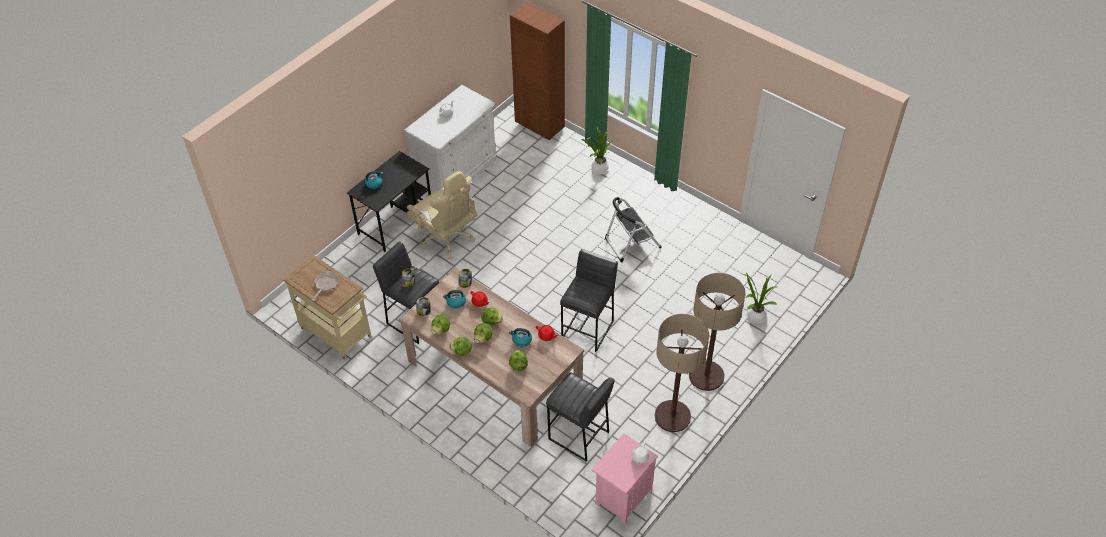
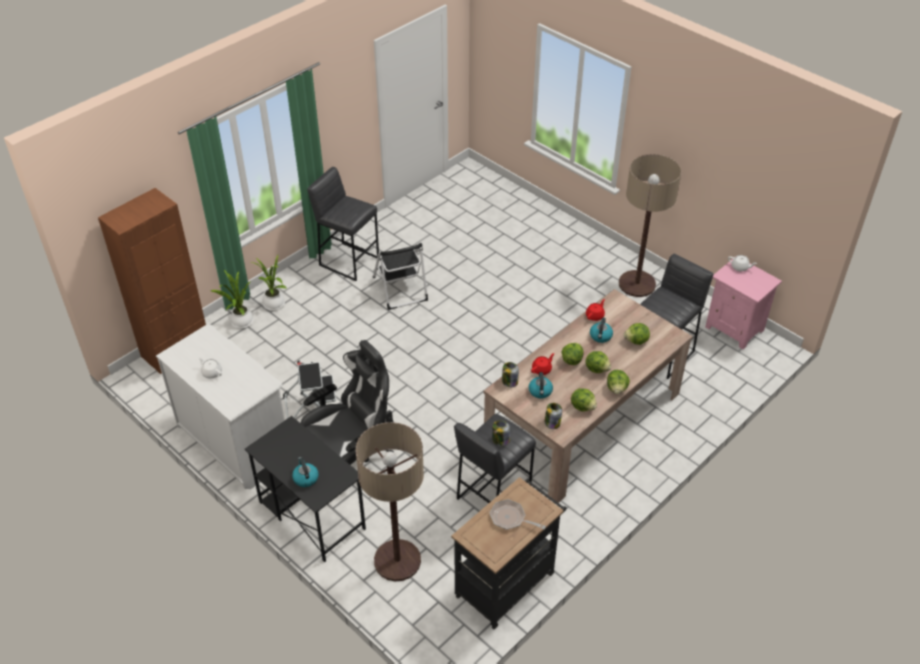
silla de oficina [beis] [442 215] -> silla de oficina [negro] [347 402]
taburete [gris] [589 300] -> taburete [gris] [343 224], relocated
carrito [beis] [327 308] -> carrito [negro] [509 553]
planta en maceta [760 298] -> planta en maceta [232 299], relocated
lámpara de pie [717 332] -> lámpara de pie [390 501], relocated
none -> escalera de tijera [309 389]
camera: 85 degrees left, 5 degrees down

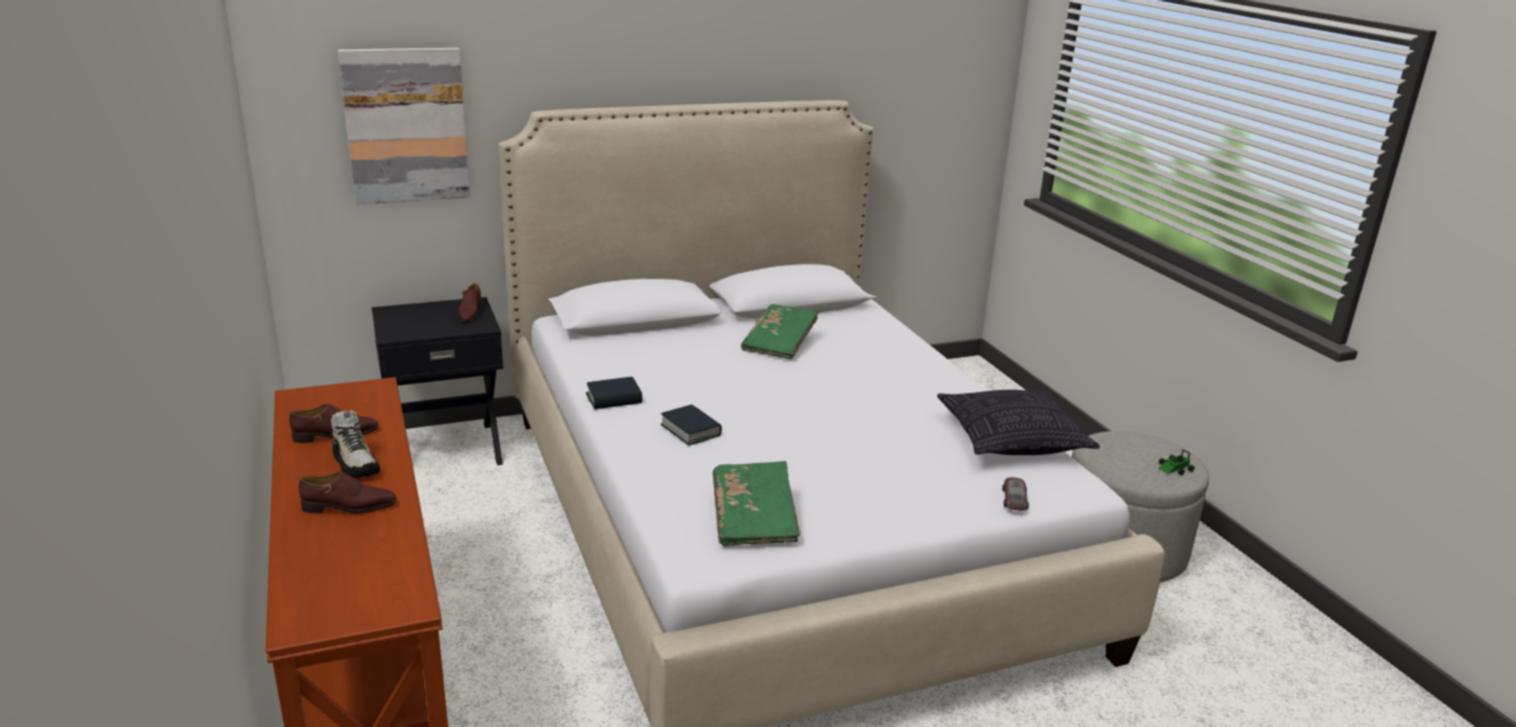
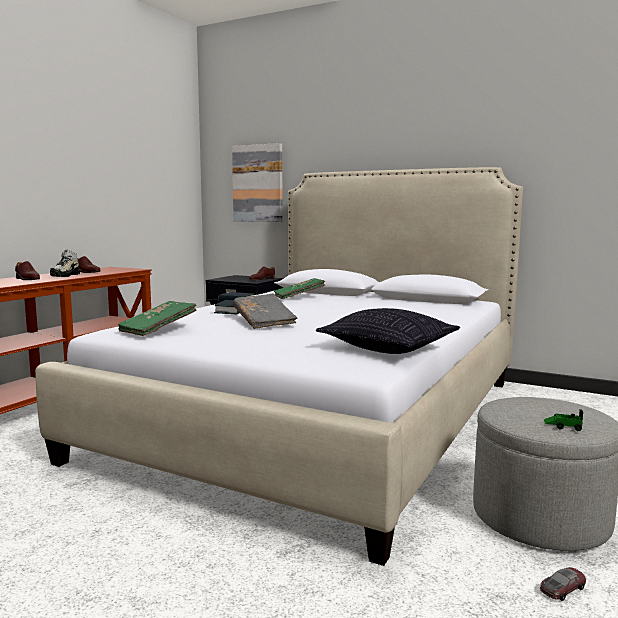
libro [verde] [780 332] -> libro [verde] [299 288], relocated
coche de juguete [1015 494] -> coche de juguete [563 584], relocated
none -> libro [gris] [265 311]
camera: 50 degrees right, 15 degrees down

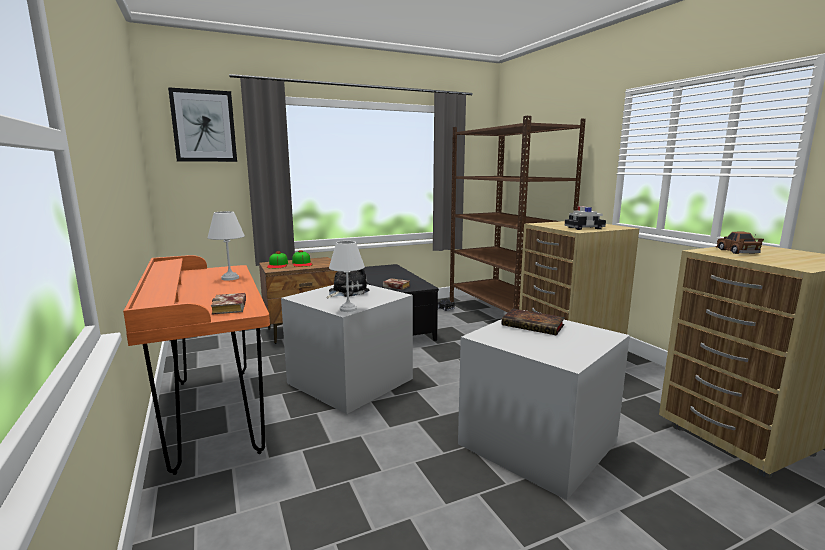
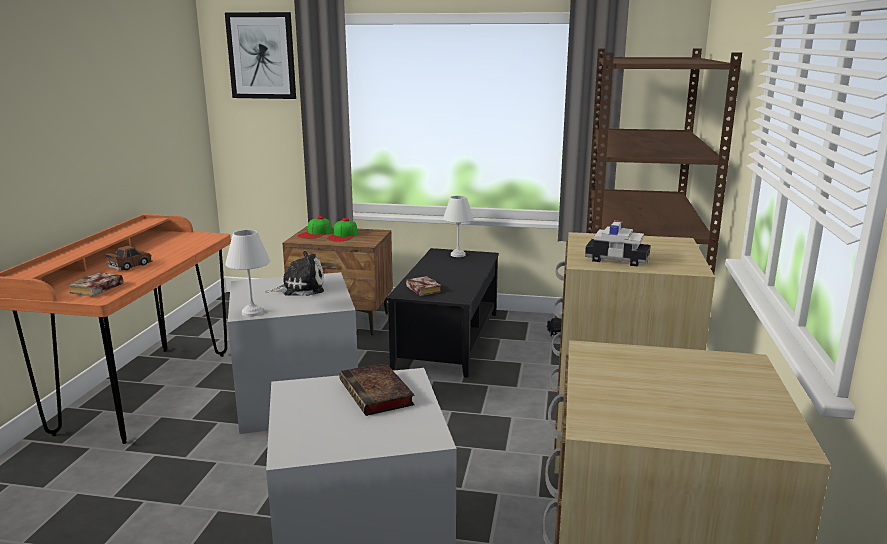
lámpara de mesa [blanco] [226 246] -> lámpara de mesa [blanco] [458 226], relocated
coche de juguete [marrón] [740 243] -> coche de juguete [marrón] [128 258], relocated
camera: 35 degrees right, 5 degrees up

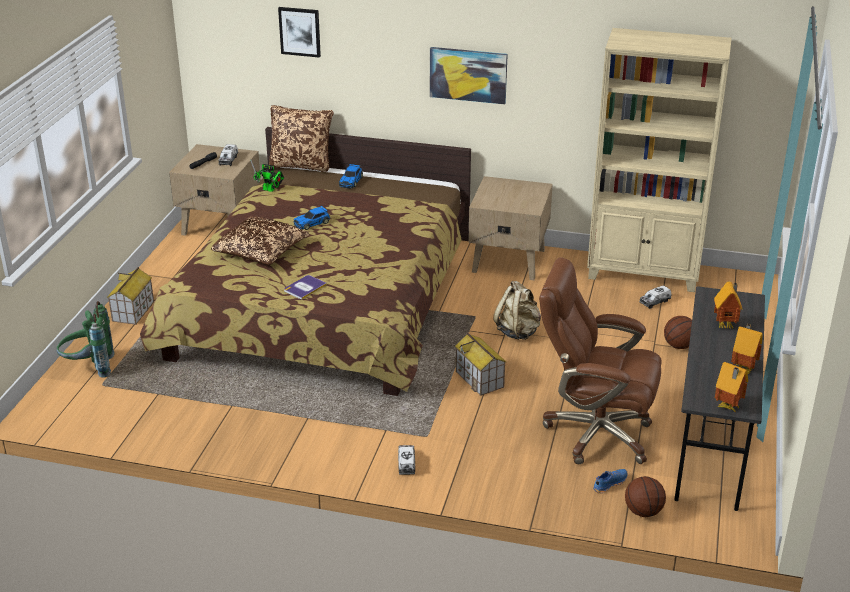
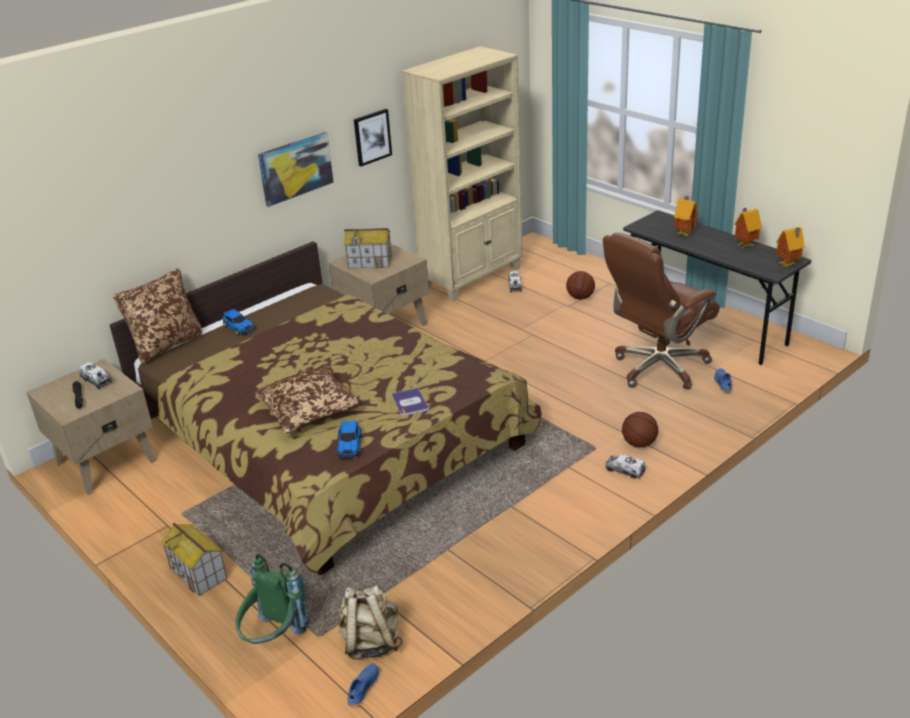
cuadro [299 32] -> cuadro [373 137], relocated
robot de juguete [267 175] -> none
coche de juguete [311 218] -> coche de juguete [349 439], relocated
mochila [beis] [517 310] -> mochila [beis] [371 622], relocated
casita [480 364] -> casita [368 248], relocated
balón de baloncesto [645 496] -> balón de baloncesto [640 430], relocated
none -> zapato [azul] [363 685]
camera: 55 degrees left, 0 degrees up

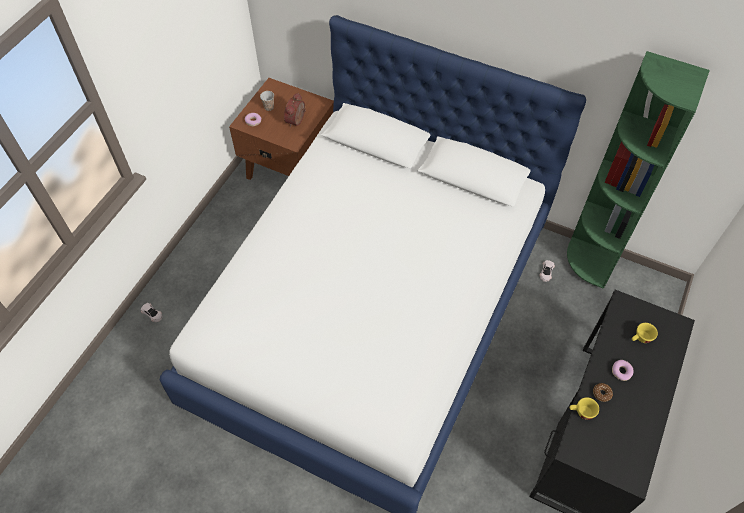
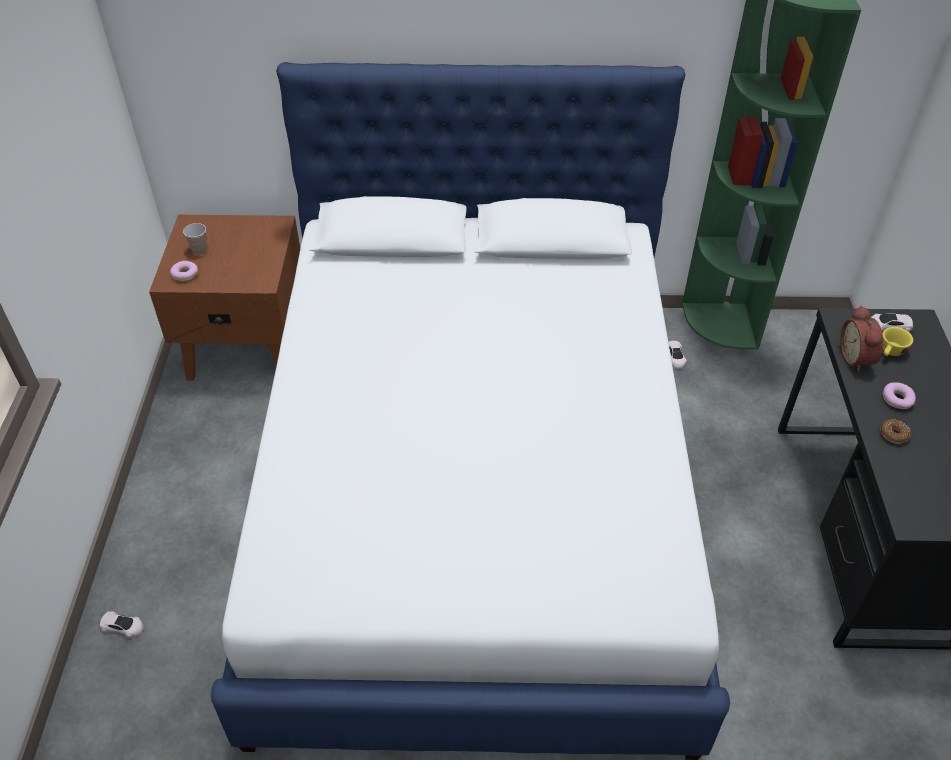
despertador [295 110] -> despertador [861 339], relocated
taza [amarillo] [584 408] -> none
none -> coche de juguete [blanco] [892 322]
camera: 25 degrees left, 10 degrees down

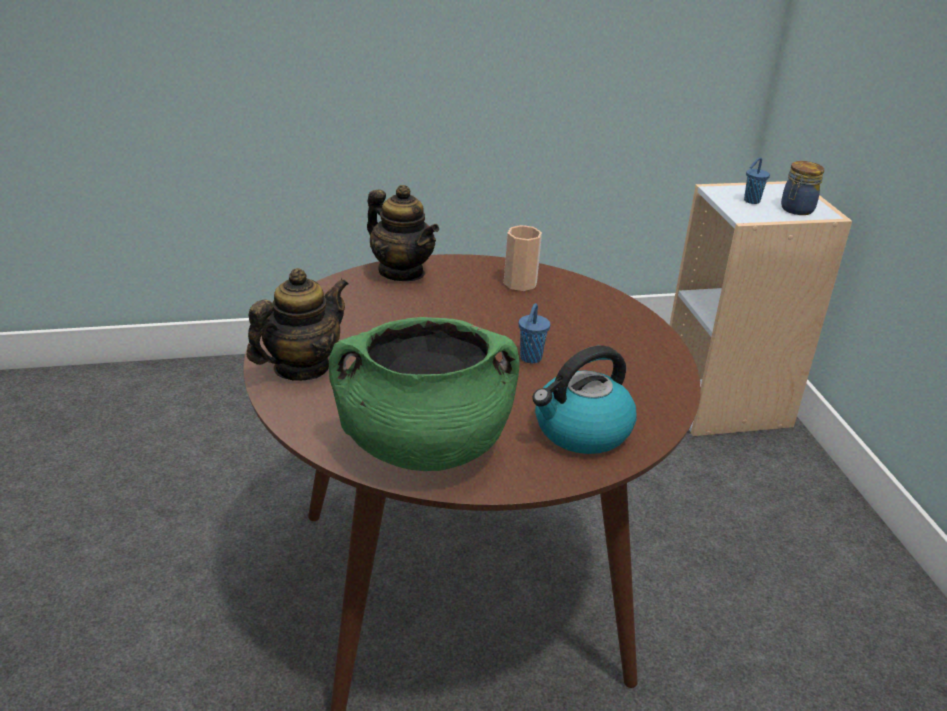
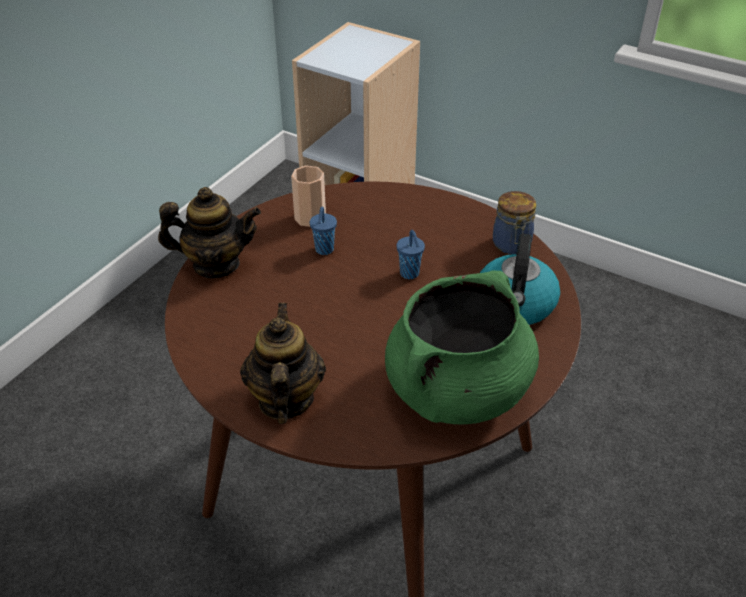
taza [azul] [757 180] -> taza [azul] [323 230], relocated
tarro [802 188] -> tarro [514 222], relocated
camera: 45 degrees left, 10 degrees up

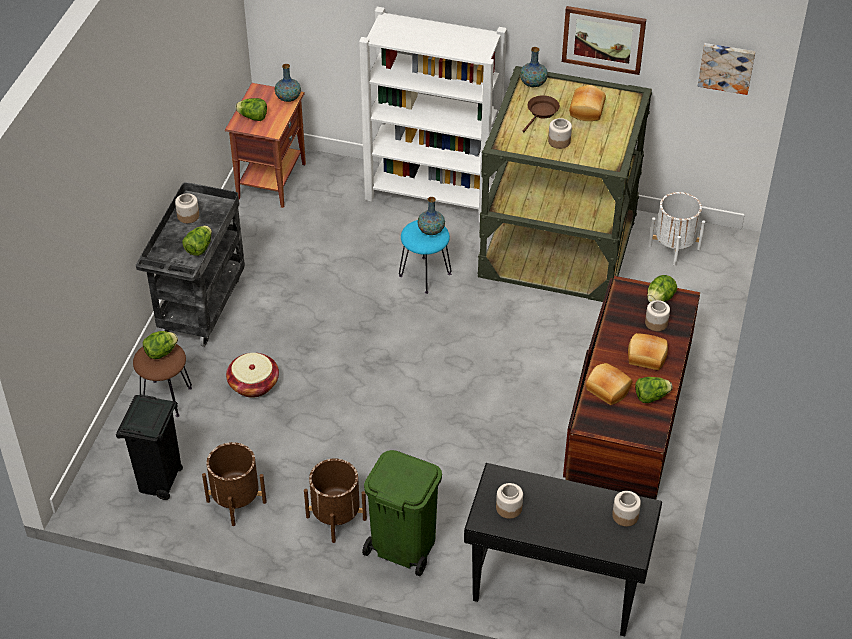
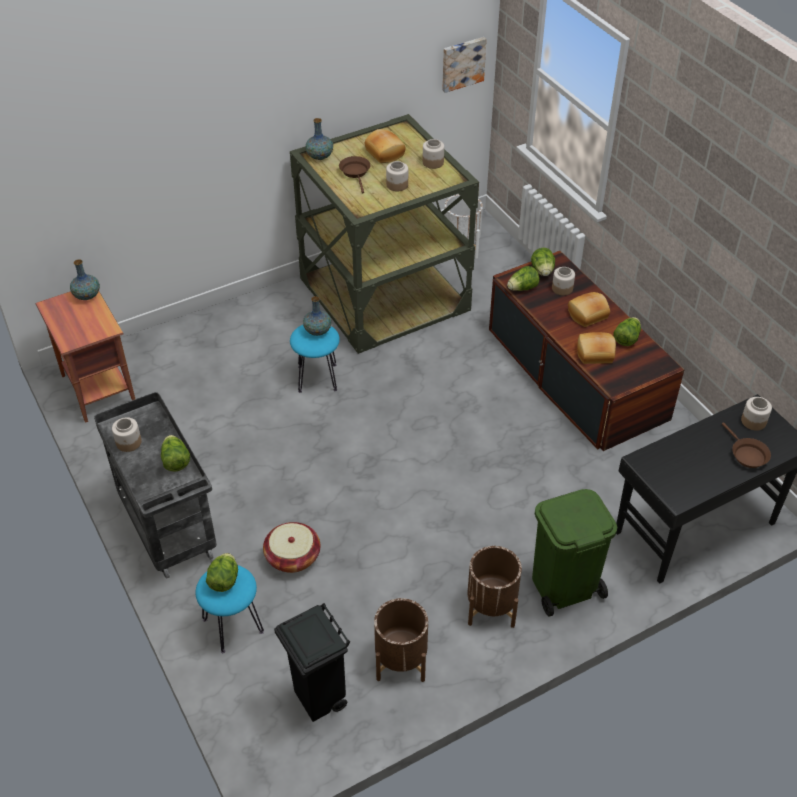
cuadro [604 40] -> none
estantería [blanco] [433 114] -> none
lechuga [251 109] -> lechuga [523 278], relocated
taburete [marrón] [162 380] -> taburete [turquesa] [230 609]
tarro [509 501] -> tarro [433 154], relocated
none -> sartén [marrón] [746 445]
camera: 45 degrees left, 0 degrees up

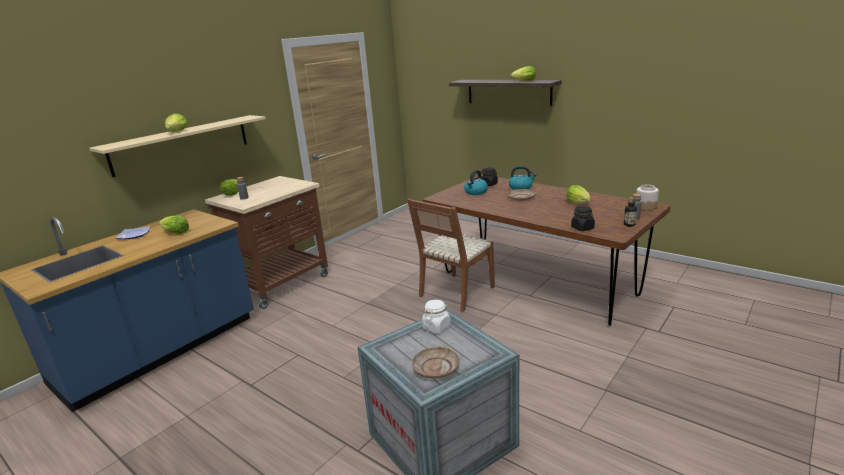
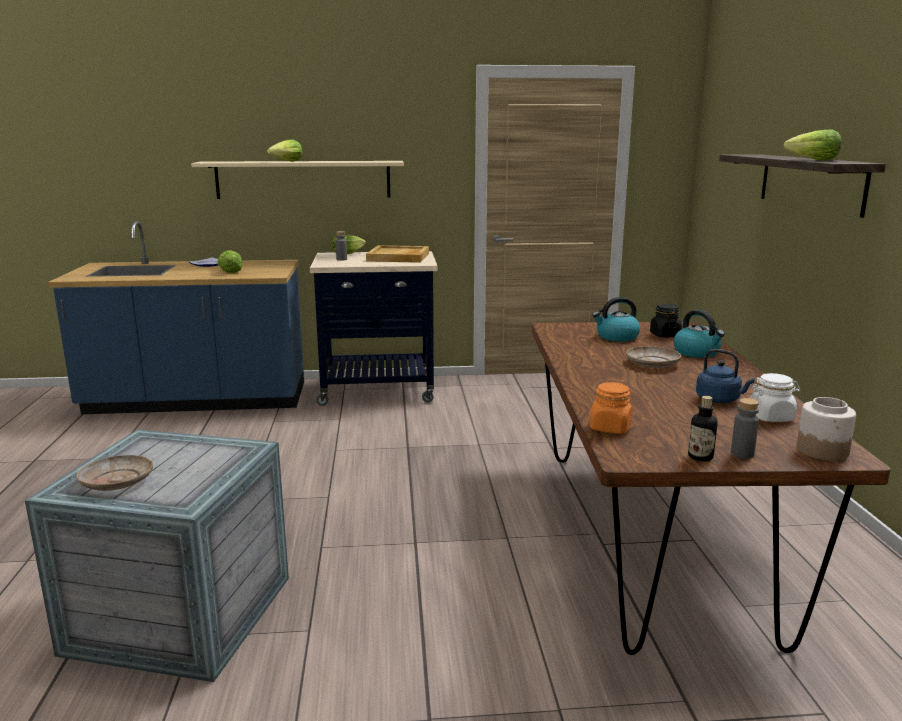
carrito [marrón] [266 242] -> carrito [azul] [374 328]
lechuga [579 194] -> hervidor [azul] [725 376]
silla [451 255] -> none
tarro [negro] [583 218] -> tarro [naranja] [611 408]
tarro [blanco] [436 317] -> tarro [blanco] [775 397], relocated
none -> bandeja [beis] [397 254]
camera: 45 degrees right, 5 degrees down

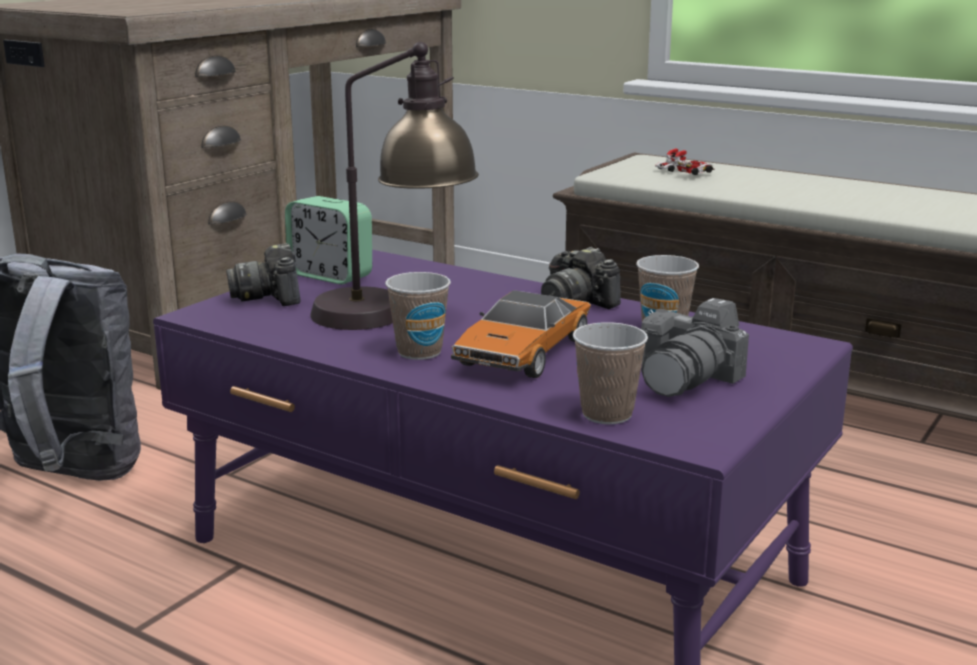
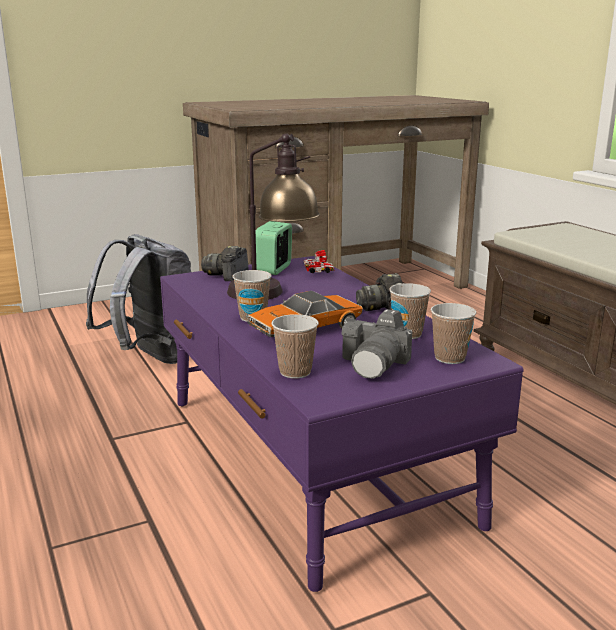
coche de juguete [685 161] -> coche de juguete [319 261], relocated
despertador [328 240] -> despertador [274 248], 45 degrees clockwise
cámara [695 347] -> cámara [377 344], 45 degrees counterclockwise
none -> taza [453 333]
camera: 30 degrees right, 0 degrees up

